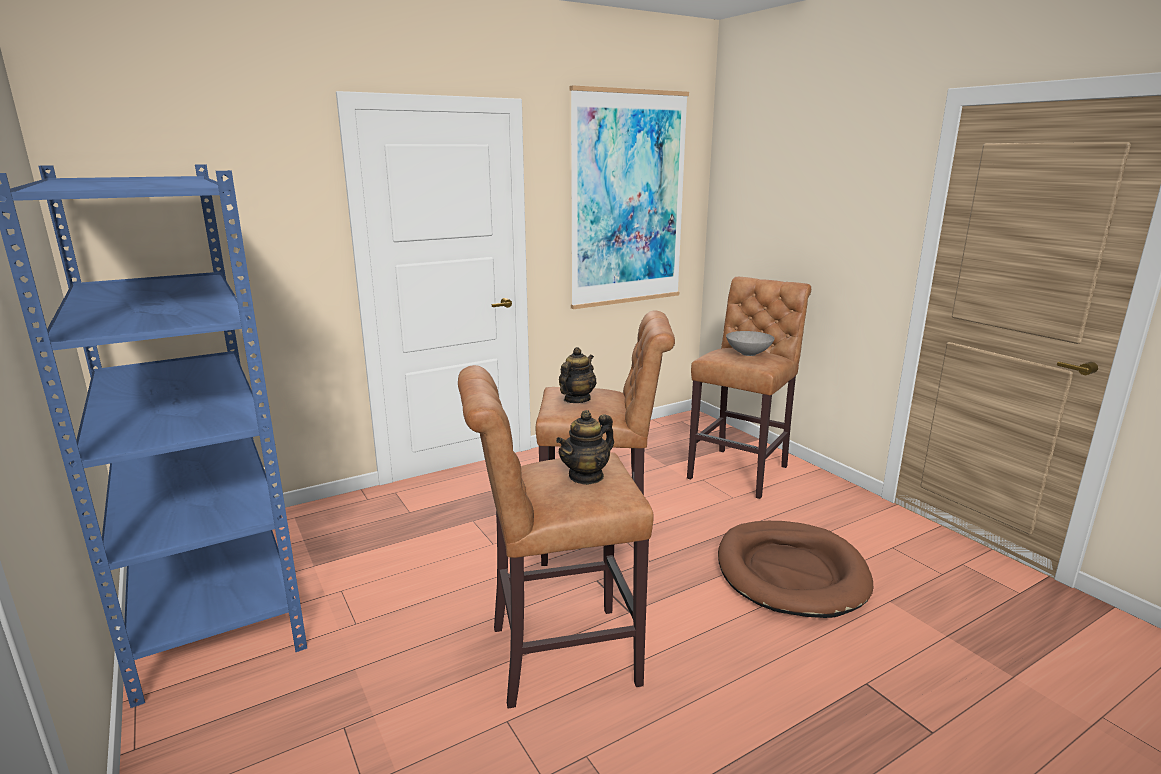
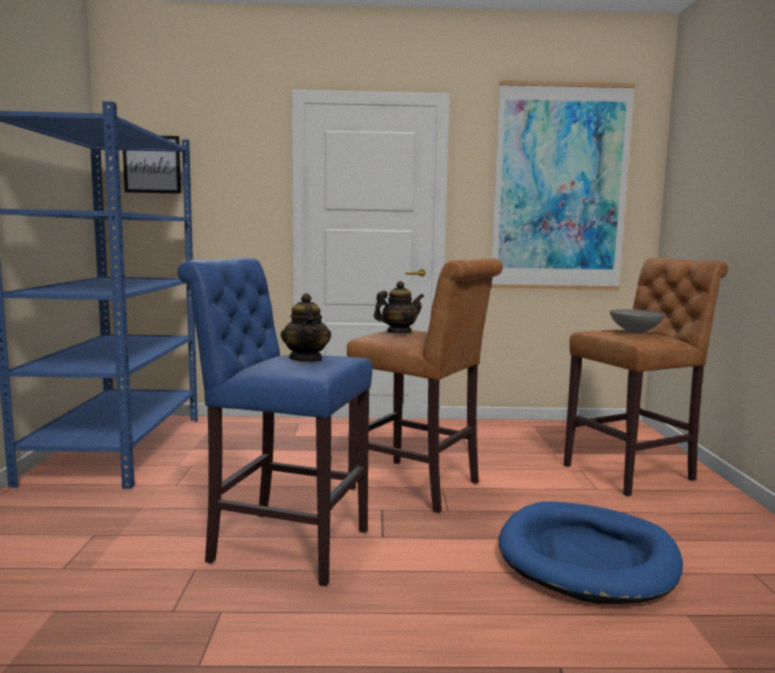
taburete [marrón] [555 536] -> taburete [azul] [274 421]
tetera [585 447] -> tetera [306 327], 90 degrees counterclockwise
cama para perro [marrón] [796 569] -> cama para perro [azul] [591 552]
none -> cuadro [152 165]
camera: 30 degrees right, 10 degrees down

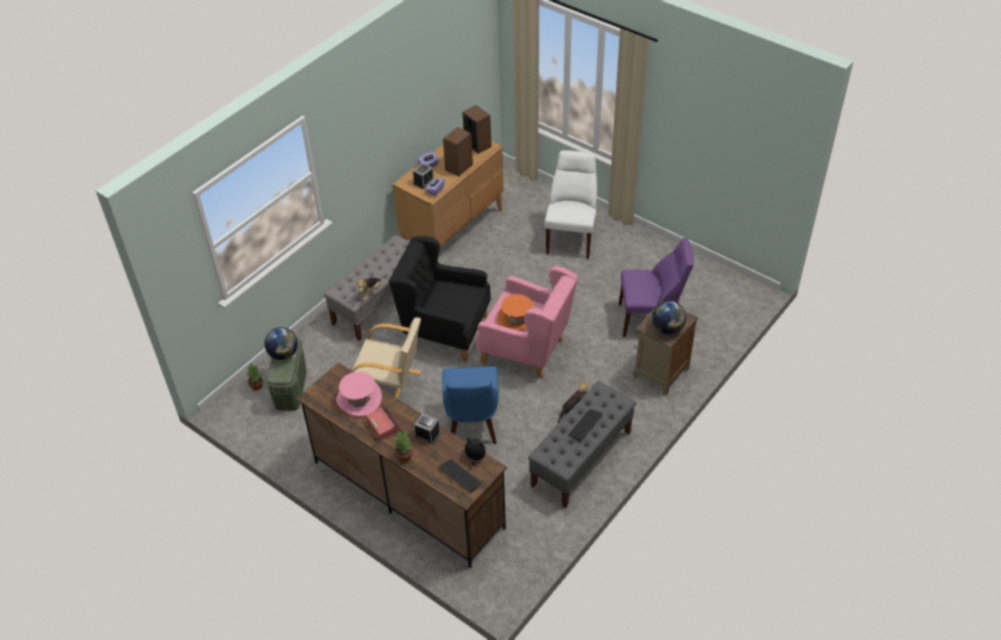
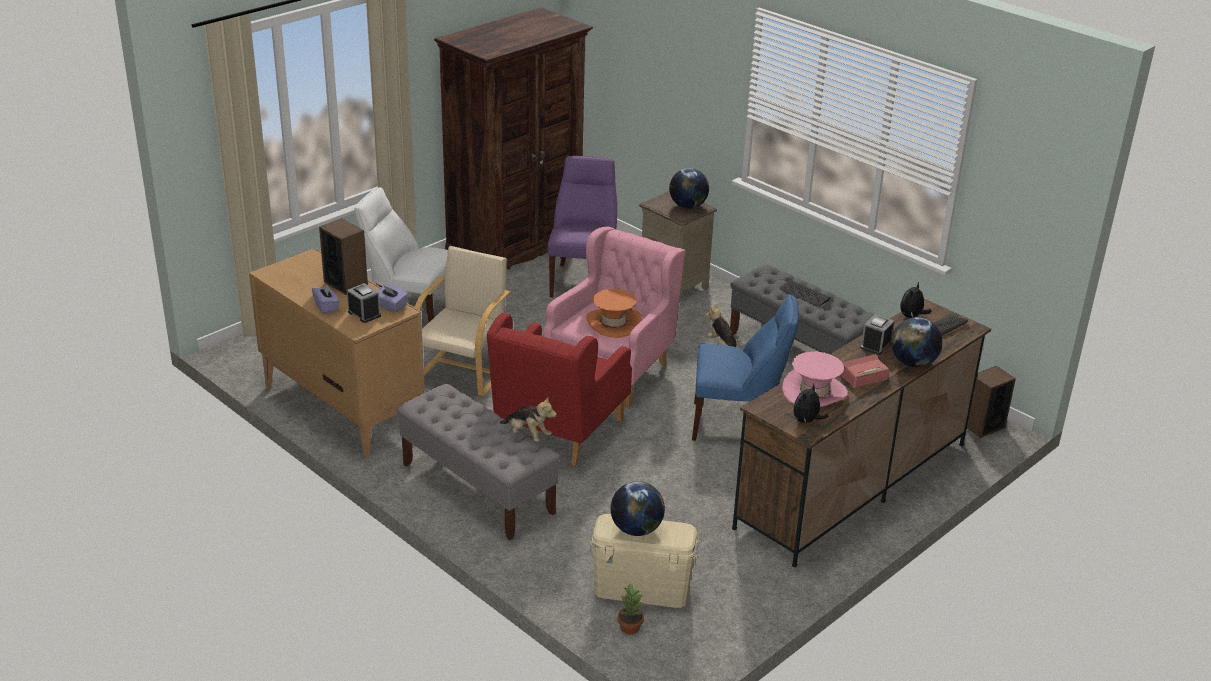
altavoz [477 129] -> altavoz [991 402], relocated
sillón [negro] [440 299] -> sillón [rojo] [559 389]
sillón [beis] [386 358] -> sillón [beis] [462 321], relocated
caja de almacenaje [verde] [286 374] -> caja de almacenaje [beis] [644 561]
planta en maceta [403 446] -> globo terráqueo [916 342]
none -> armario ropero [marrón] [513 138]
none -> peluche [811 403]
camera: 85 degrees left, 15 degrees down

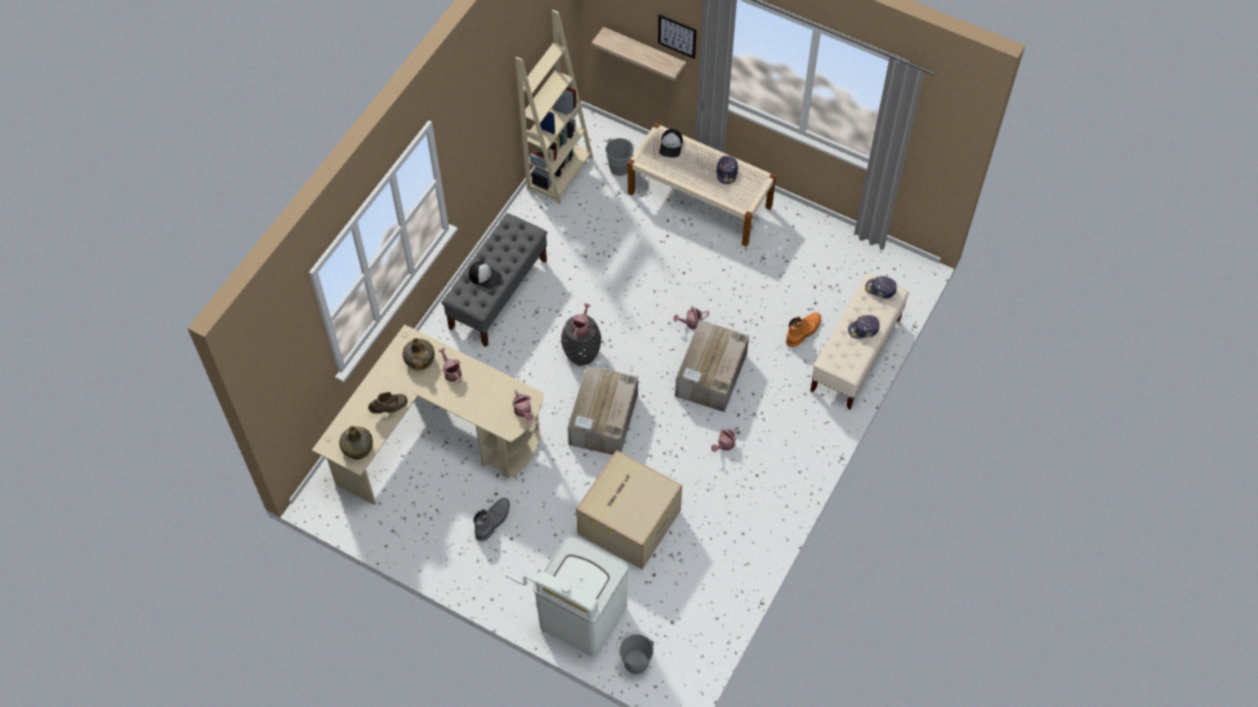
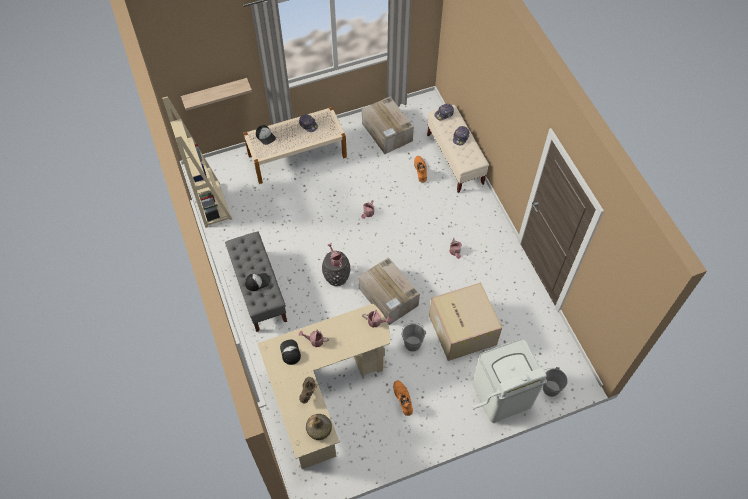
cuadro [677 36] -> none
cubo [gris] [622 157] -> cubo [gris] [413 337], relocated
caja de cartón [712 366] -> caja de cartón [388 125], relocated
botella [verde] [418 354] -> gorra [290 352]
bota [gris] [491 519] -> bota [naranja] [403 398]
camera: 50 degrees left, 0 degrees up

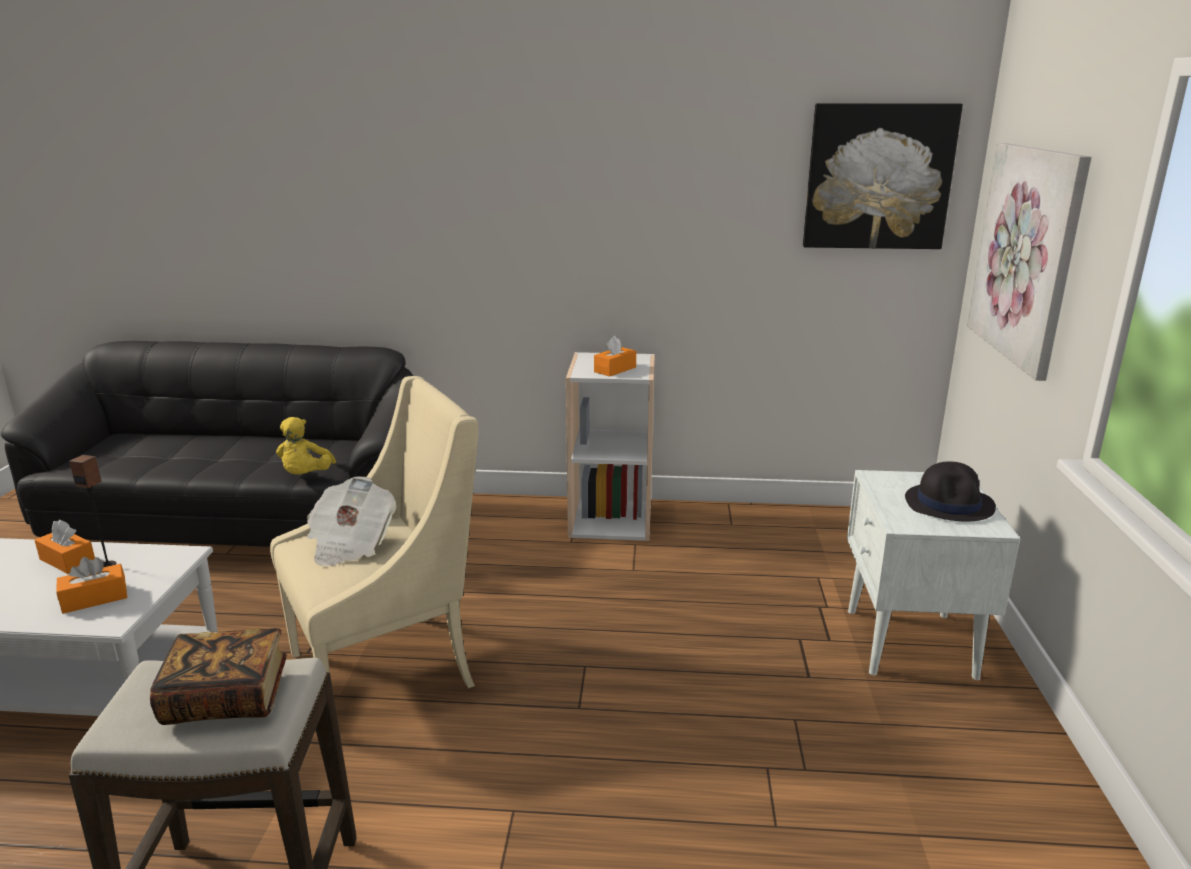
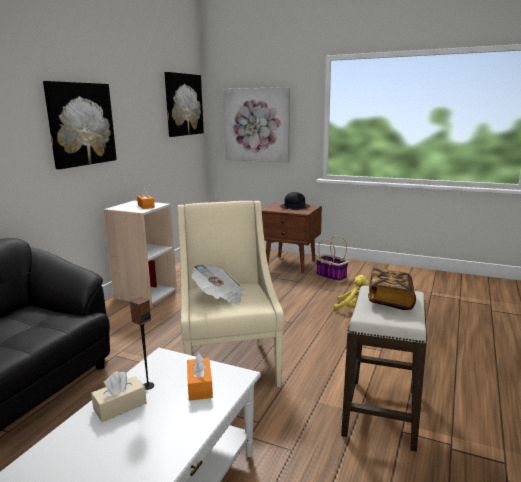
peluche [amarillo] [306 445] -> peluche [amarillo] [351 293], relocated
mesita de noche [blanco] [933 575] -> mesita de noche [marrón] [292 237]
caja de pañuelos [naranja] [65 547] -> caja de pañuelos [beis] [119 396]
none -> cuadro [80 125]
none -> cesta [332 258]
camera: 70 degrees left, 5 degrees down

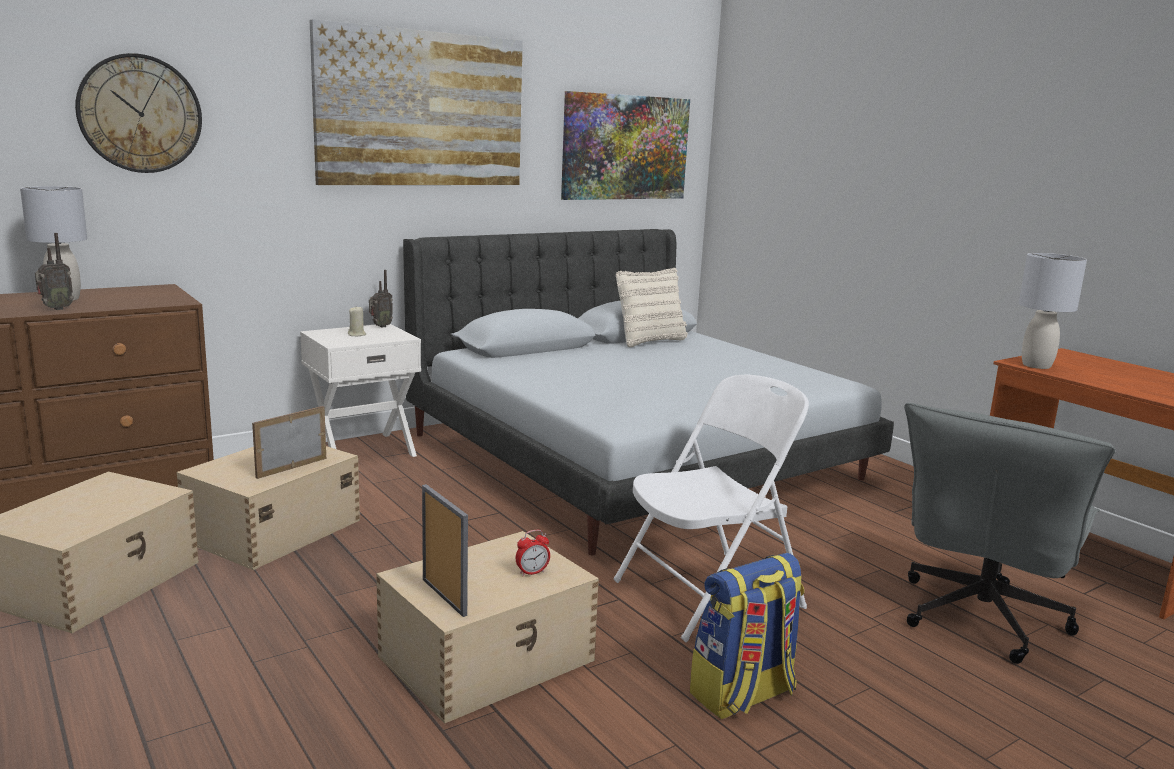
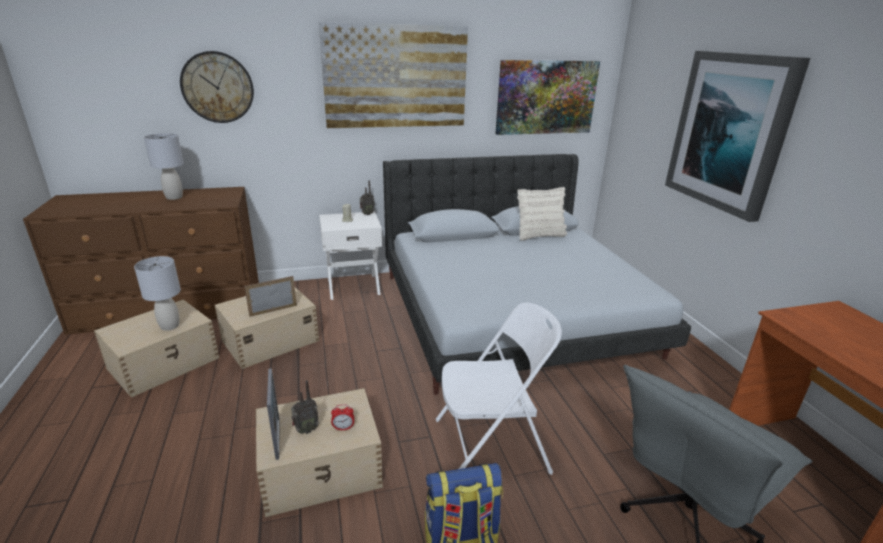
radio [54 271] -> radio [305 407], relocated
lámpara de mesa [gris] [1053 311] -> lámpara de mesa [gris] [157 293], relocated
none -> cuadro [737 136]
camera: 20 degrees right, 10 degrees up

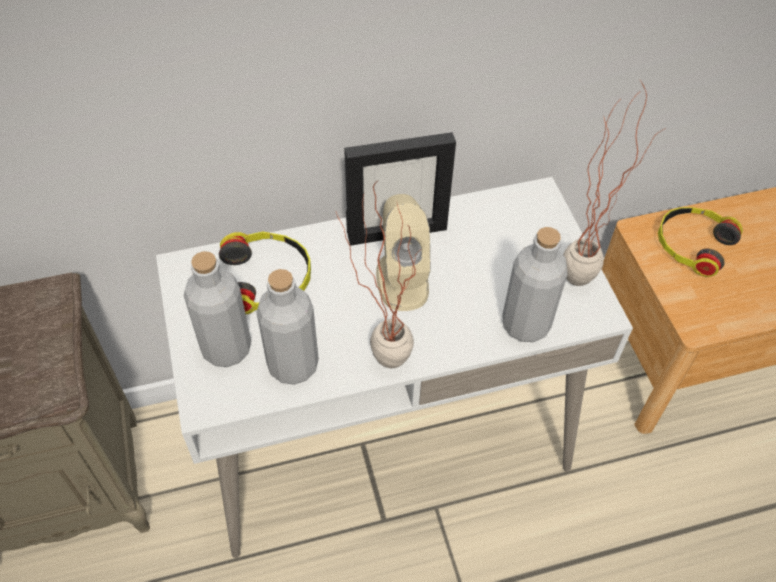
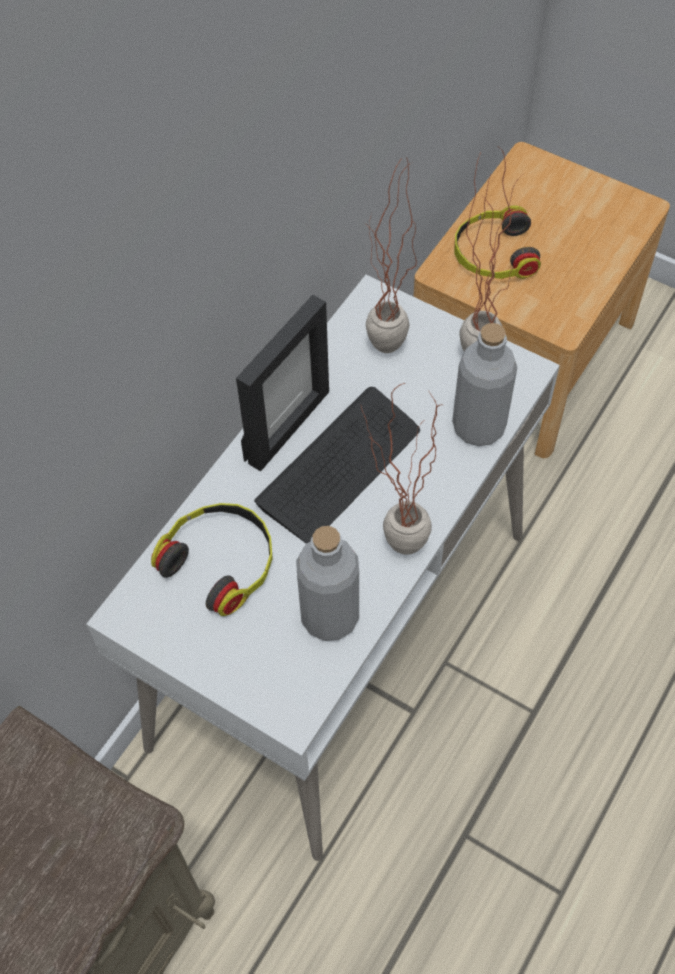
altavoz [beis] [403 252] -> teclado [337 465]
botella [gris] [217 309] -> none
none -> planta en maceta [391 254]
camera: 40 degrees left, 5 degrees up

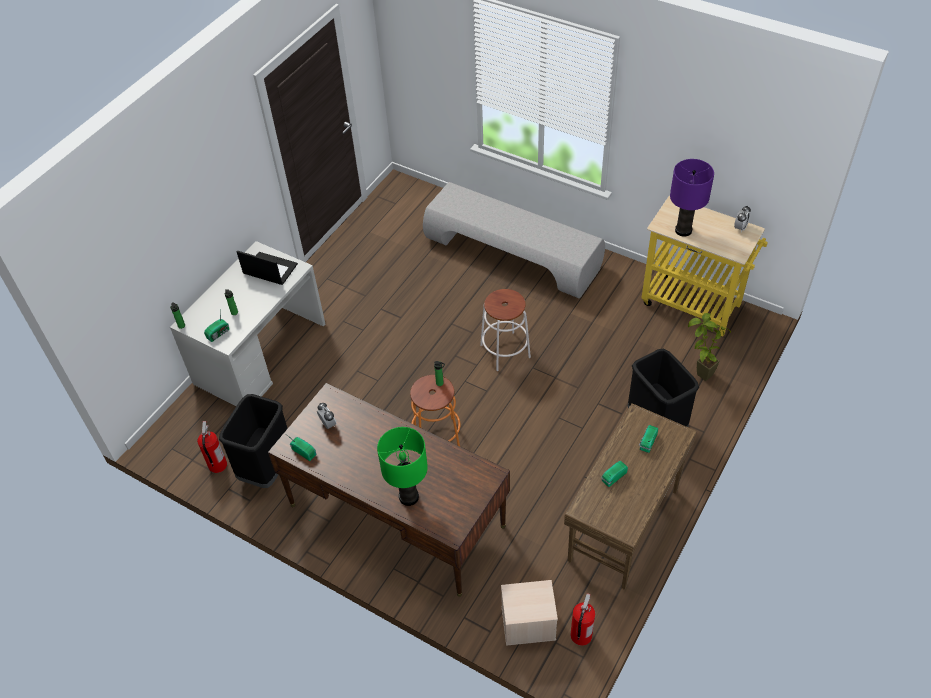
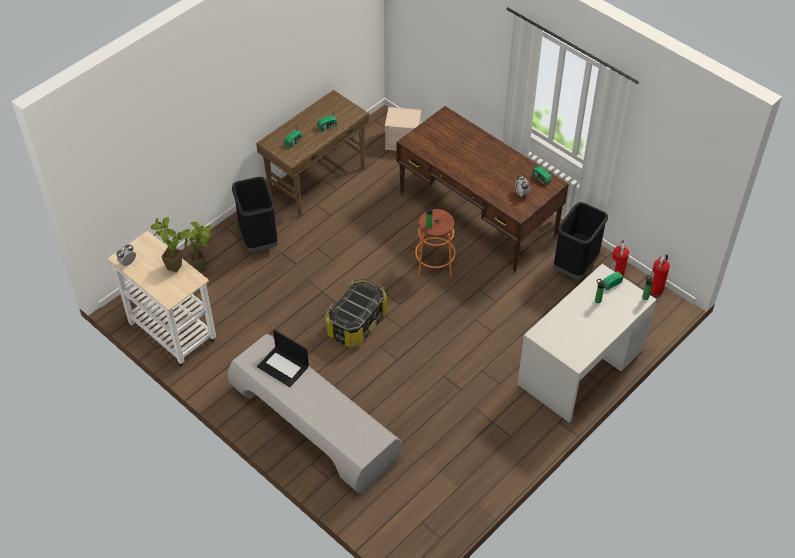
lámpara de mesa [morado] [692 197] -> planta en maceta [173 245]
carrito [amarillo] [704 266] -> carrito [blanco] [162 298]
portátil [267 268] -> portátil [283 358], relocated
taburete [blanco] [505 330] -> caja de almacenaje [356 313]
lámpara de mesa [verde] [402 466] -> none
extintor [583 619] -> extintor [660 274], relocated
camera: 170 degrees left, 0 degrees up

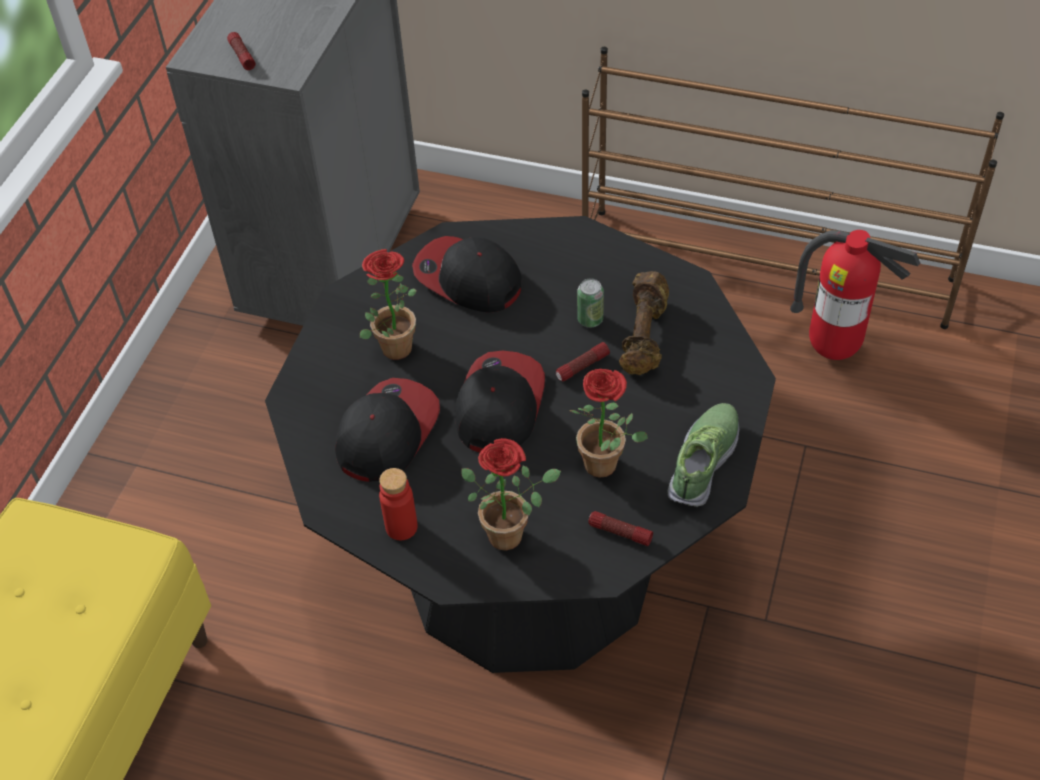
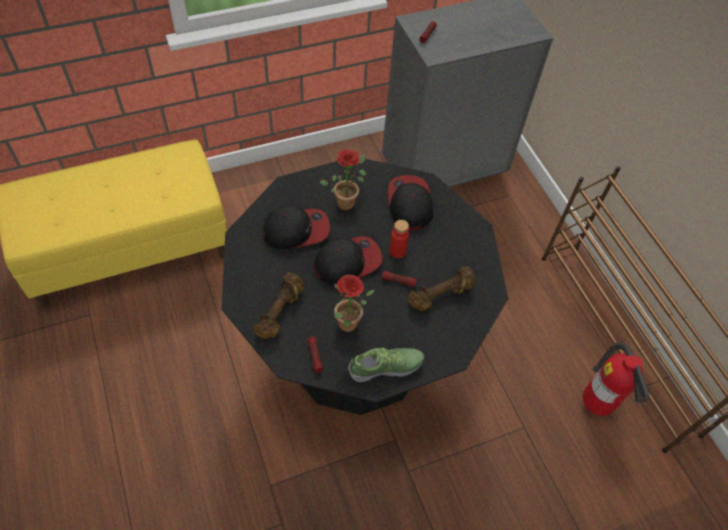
lata [590 303] -> none
planta en maceta [511 494] -> mancuerna [marrón] [279 305]
botella [rojo] [398 504] -> botella [rojo] [399 239], relocated
camera: 45 degrees right, 5 degrees up

